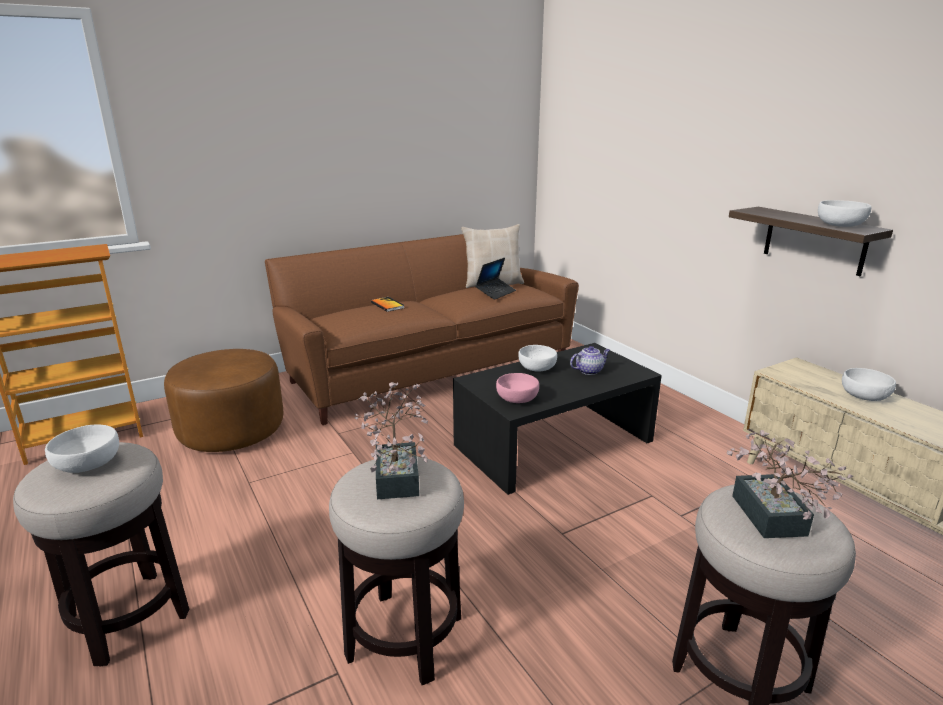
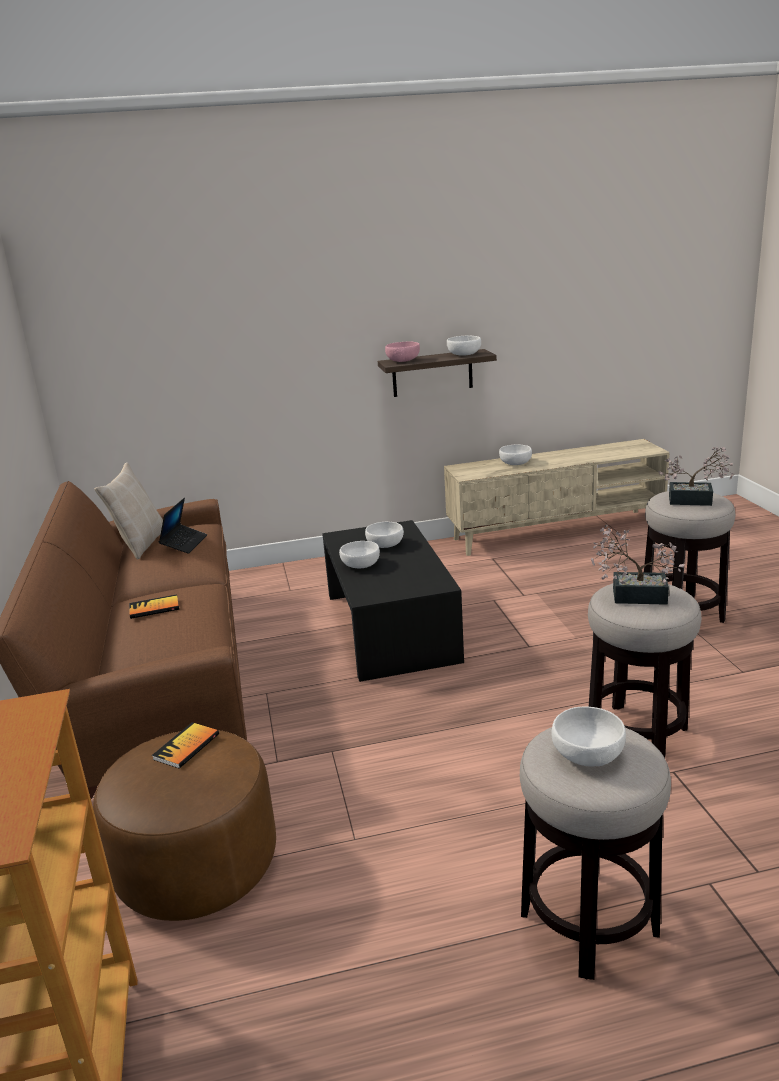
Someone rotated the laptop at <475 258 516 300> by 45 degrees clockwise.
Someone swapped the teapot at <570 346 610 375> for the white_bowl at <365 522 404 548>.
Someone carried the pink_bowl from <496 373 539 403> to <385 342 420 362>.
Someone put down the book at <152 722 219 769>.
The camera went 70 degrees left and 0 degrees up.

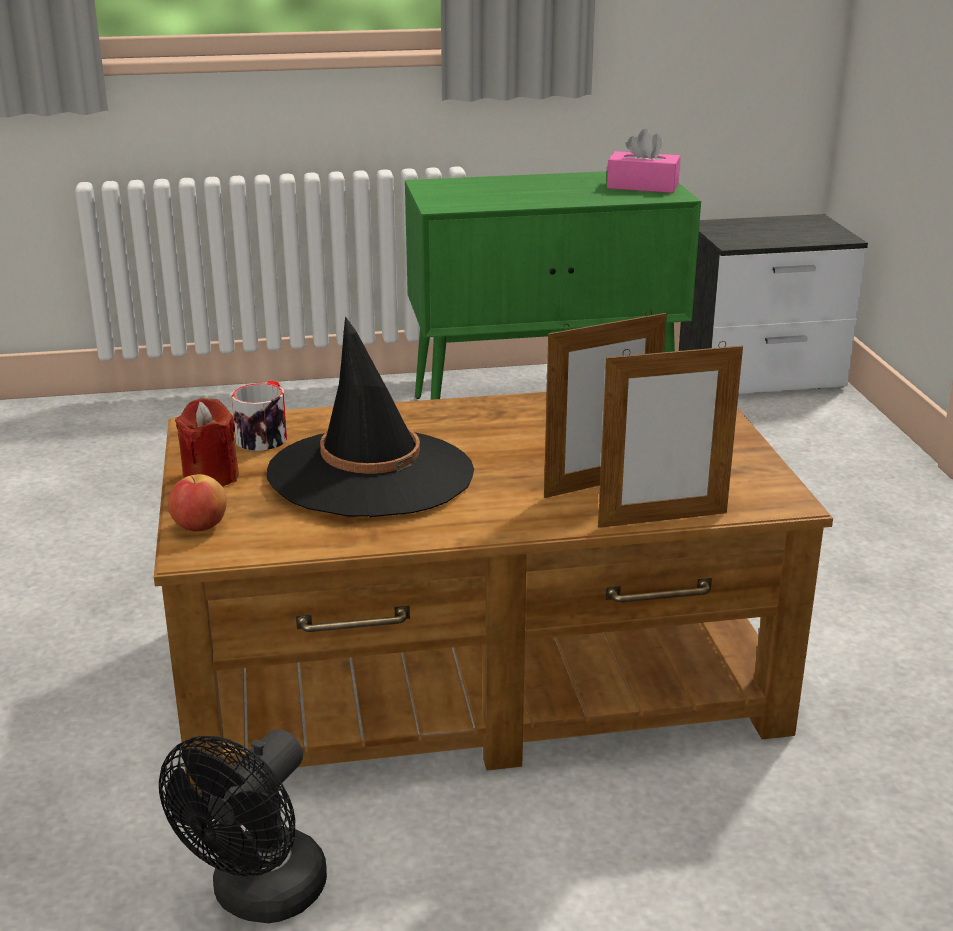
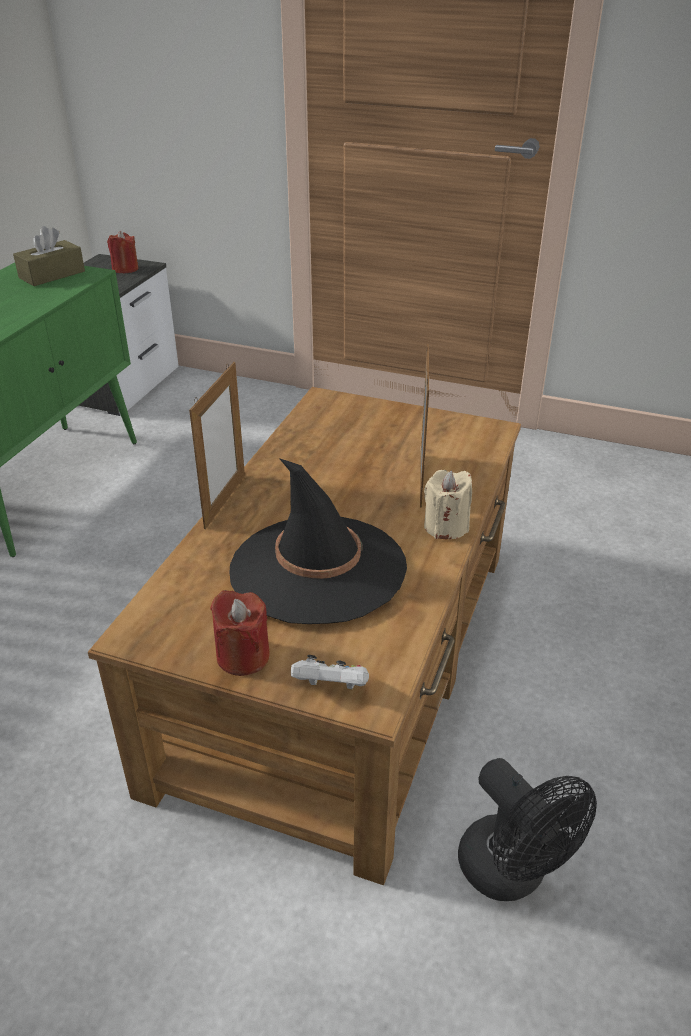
Someone repainted the pink_tissue_box at <607 129 681 193>, which became the brown_tissue_box at <13 226 85 286>.
Someone carried the picture_frame from <598 341 743 528> to <189 362 245 529>.
Someone took away the mug at <231 381 287 451>.
Someone swapped the apple at <168 474 227 531> for the white_game_controller at <291 655 369 689>.
Someone put down the red_candle at <107 231 138 273>.
Someone put down the beige_candle at <424 470 472 539>.
The camera went 60 degrees left and 10 degrees up.

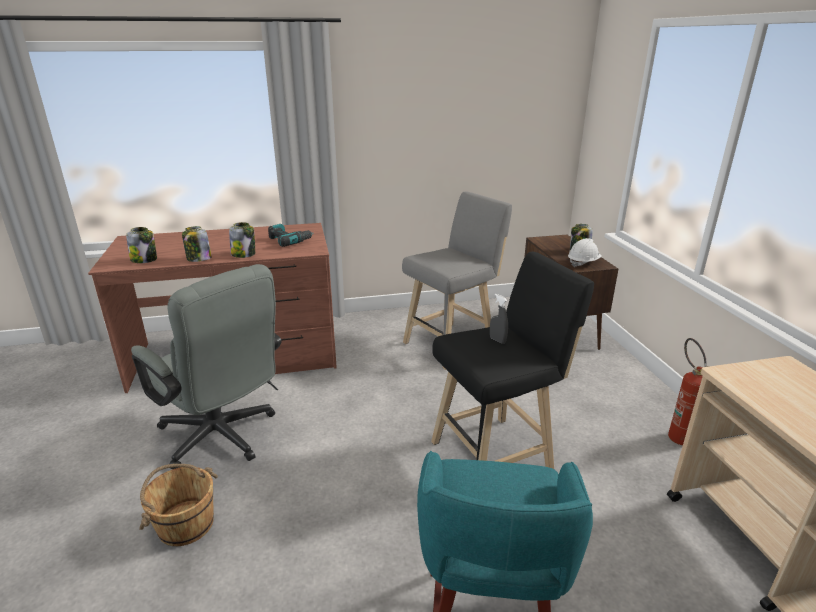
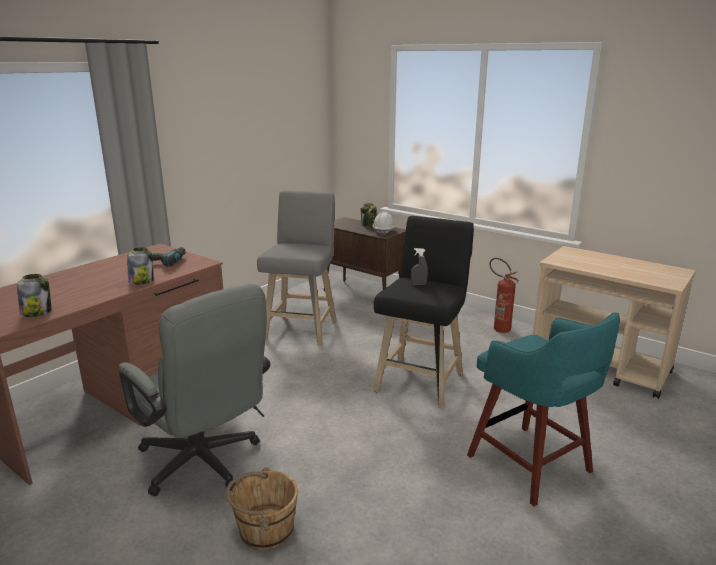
Someone took away the jar at <182 226 212 262>.
Someone rotated the grey_office_chair at <131 264 282 470> by 45 degrees clockwise.
The camera went 40 degrees left and 5 degrees down.

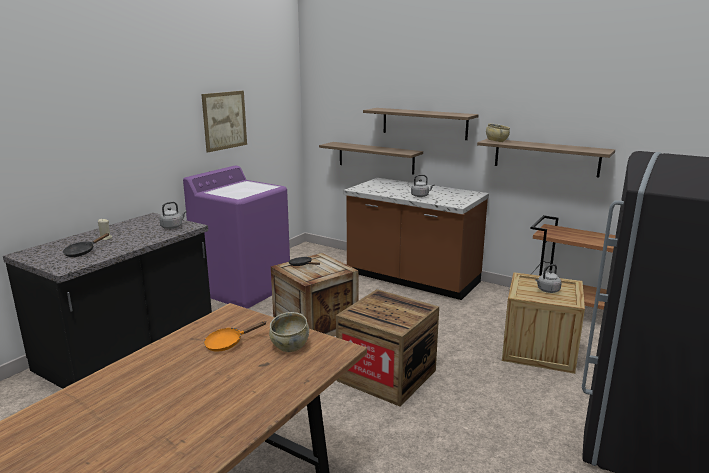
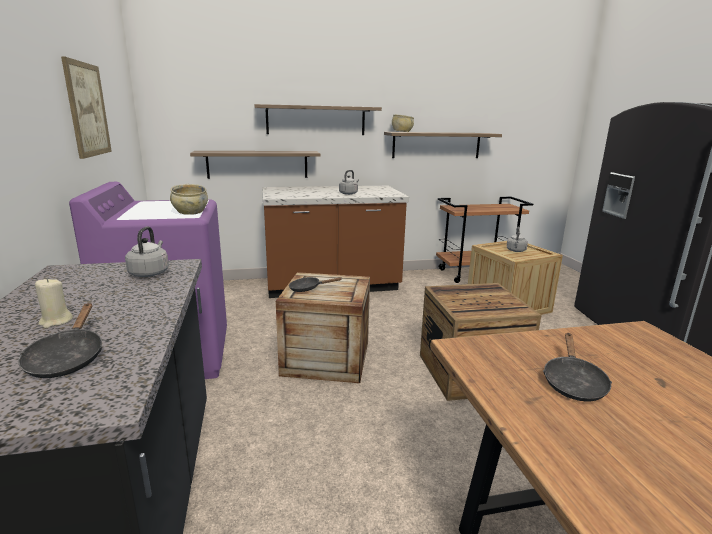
Someone carried the beige_bowl from <269 312 309 352> to <170 184 208 215>.
Someone repainted the orange_frying_pan at <204 321 266 351>, which became the black_frying_pan at <543 333 612 401>.
The camera went 45 degrees left and 0 degrees up.

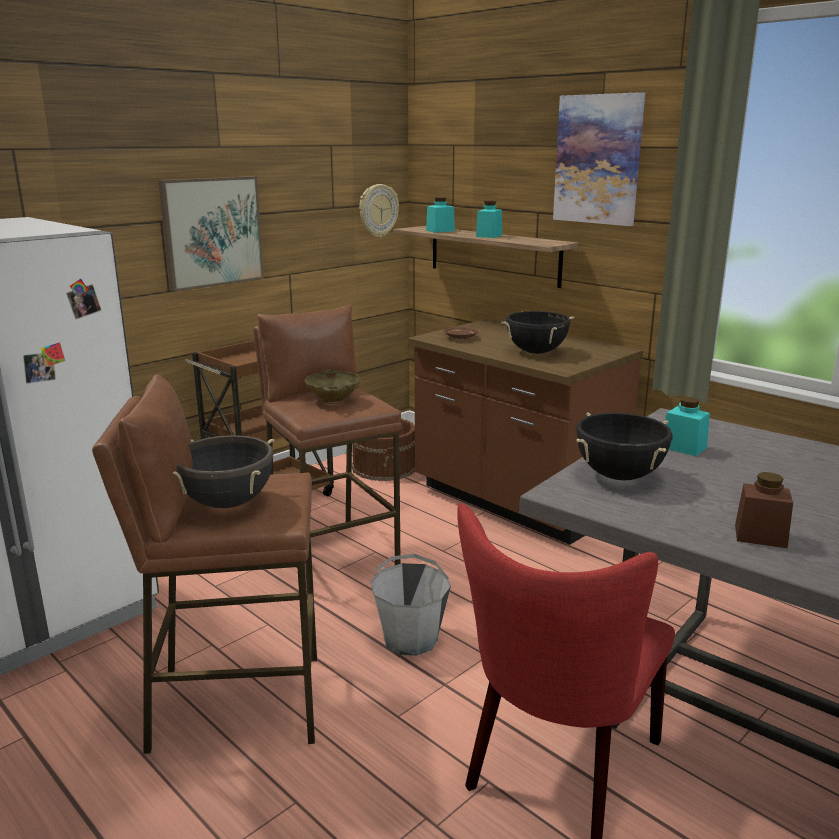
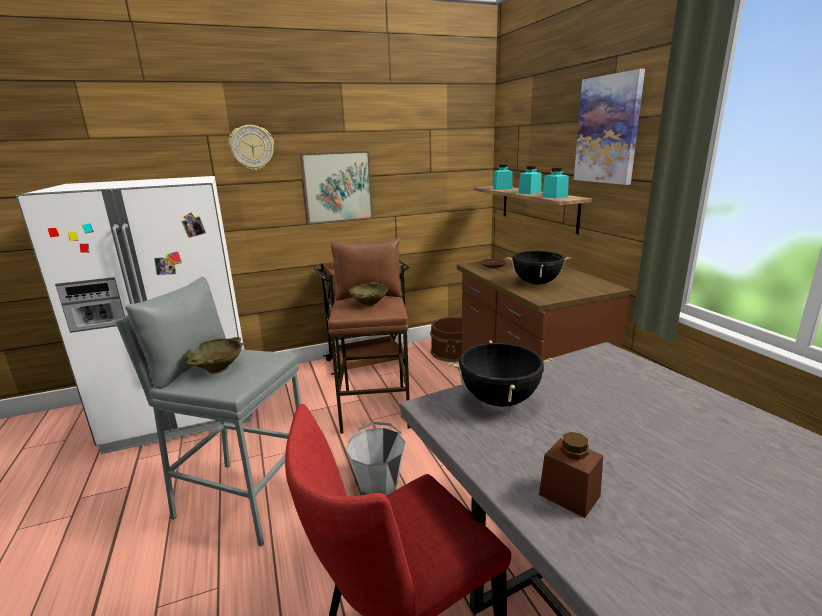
Someone carried the wall_clock from <359 184 399 238> to <229 125 274 170>.
Someone repainted the brown_stool at <92 374 317 754>, which became the grey_stool at <116 277 301 546>.
Someone carried the turquoise_jar from <665 397 710 456> to <542 168 569 198>.
Someone swapped the black_cooking_pot at <173 435 274 508> for the beige_bowl at <184 337 243 373>.
The camera went 25 degrees right and 0 degrees up.

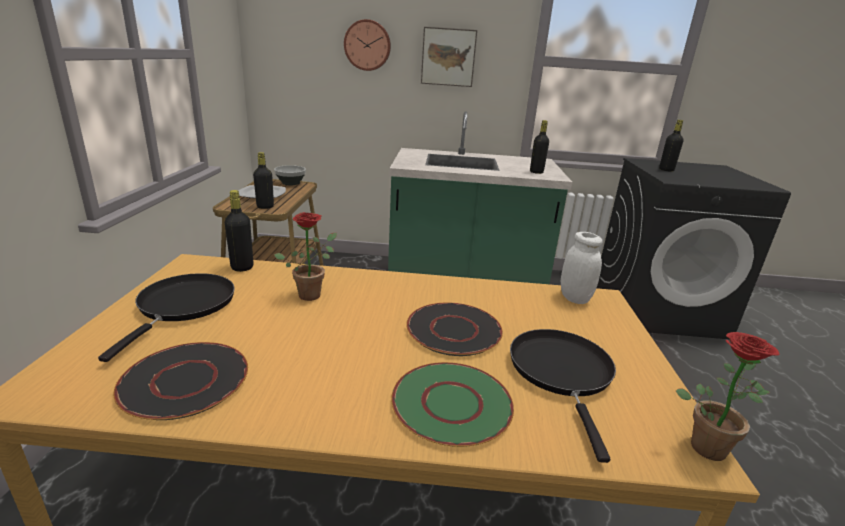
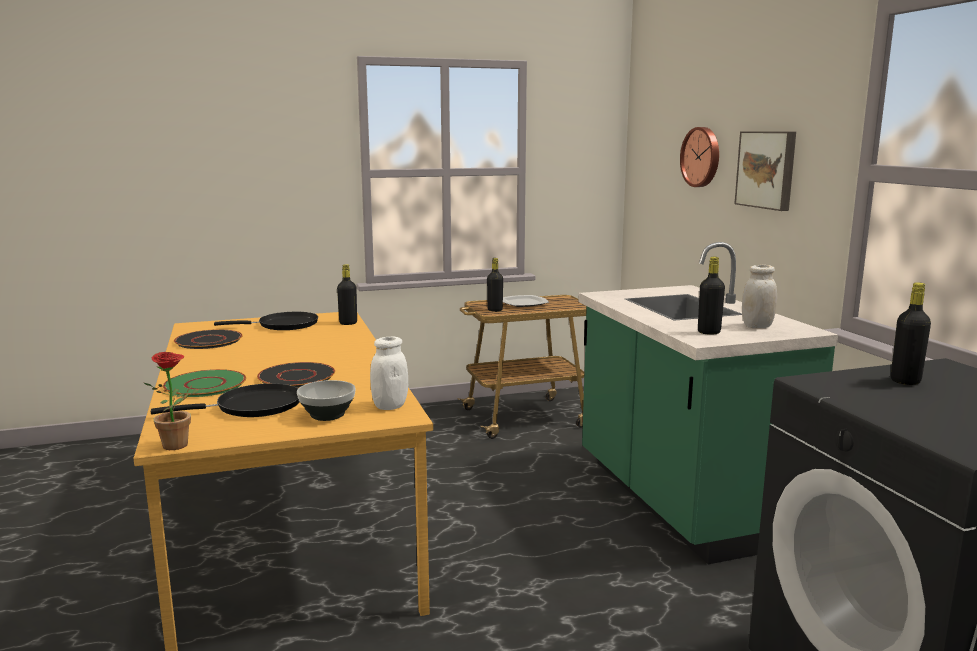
Someone carried the bowl from <274 165 306 185> to <297 380 355 421>.
Someone took away the potted_plant at <274 212 337 301>.
Someone put down the white_jar at <742 265 777 328>.
The camera went 70 degrees right and 10 degrees down.

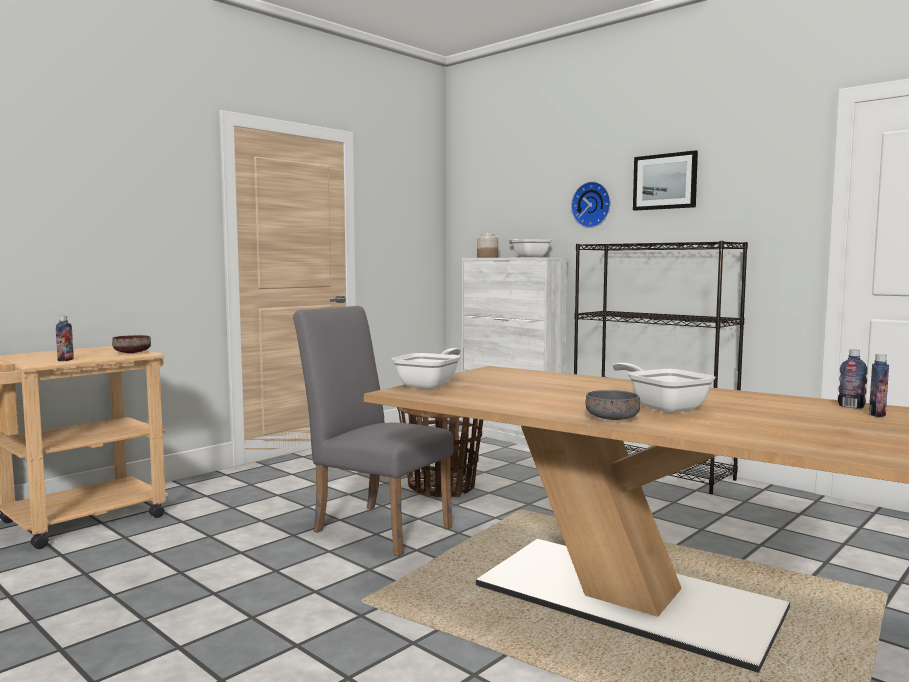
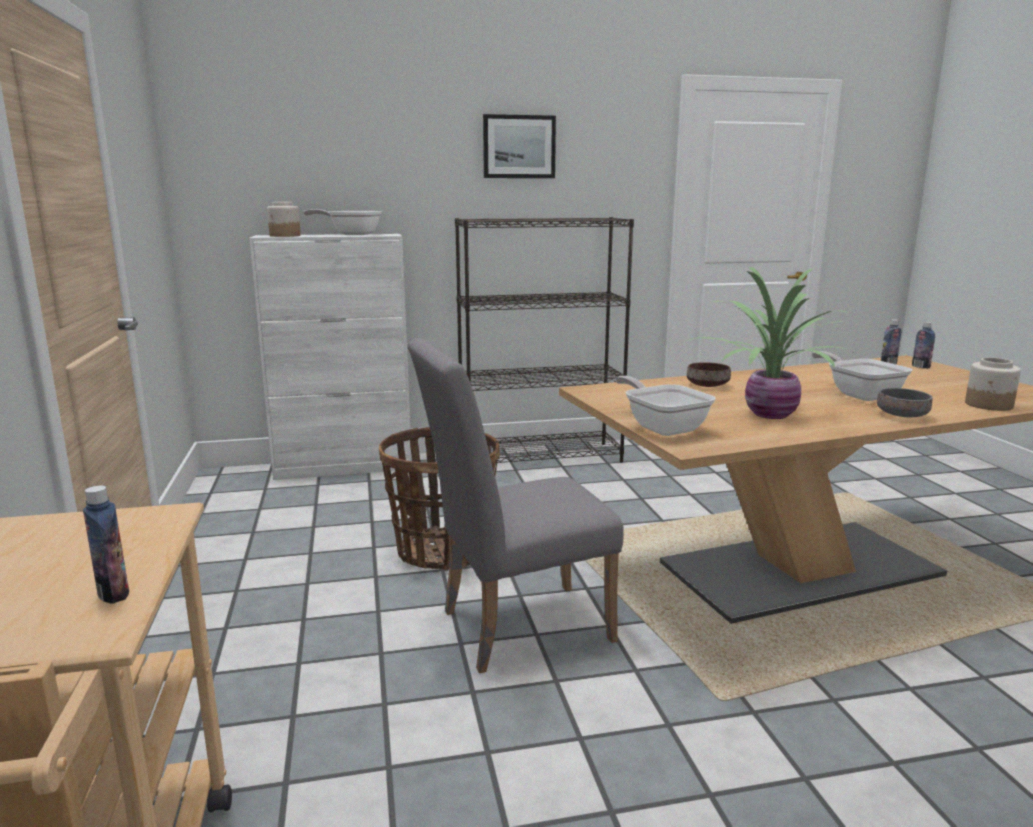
Someone took away the wall_clock at <571 181 611 228>.
Someone carried the brown_bowl from <112 335 151 353> to <687 362 731 387>.
Someone rotated the frying_pan at <613 363 716 413> by 60 degrees clockwise.
Someone put down the potted_plant at <684 266 856 419>.
Someone put down the jar at <965 358 1021 411>.
The camera went 55 degrees left and 10 degrees up.

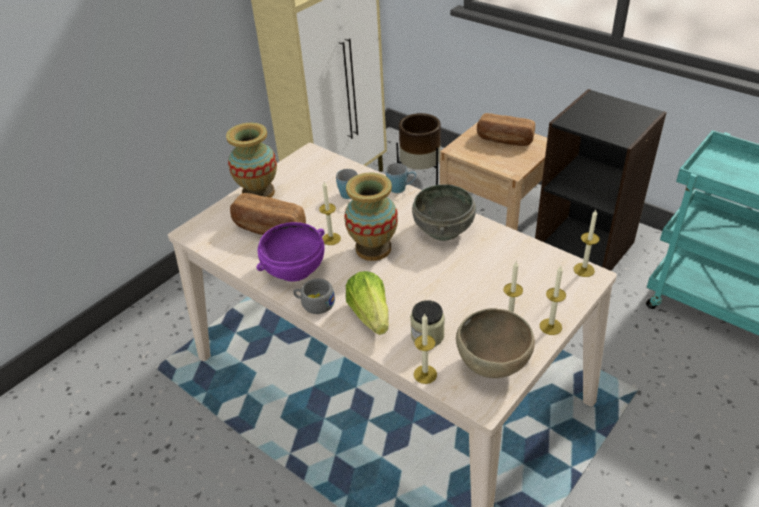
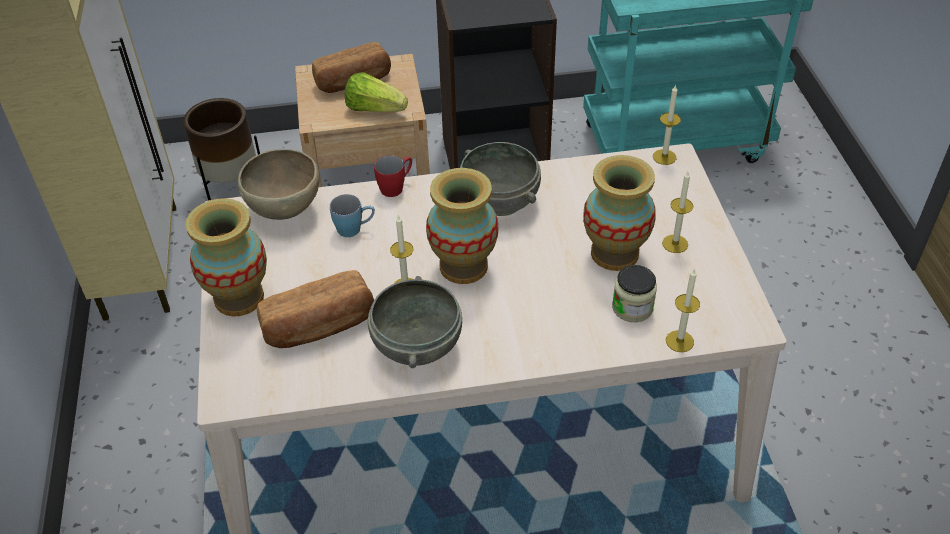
Someone repainted the blue_mug at <386 163 416 193>, which became the red_mug at <374 155 412 197>.
Someone repainted the purple_bowl at <257 222 325 282>, which became the grey_bowl at <368 276 462 368>.
Someone took away the candle at <540 266 566 335>.
Someone carried the lettuce from <346 271 389 335> to <345 72 408 112>.
Someone took away the grey_cup at <293 278 335 314>.
Someone carried the brown_bowl from <456 308 535 378> to <237 149 320 220>.
Someone put down the vase at <583 155 656 271>.
The camera went 50 degrees left and 5 degrees up.

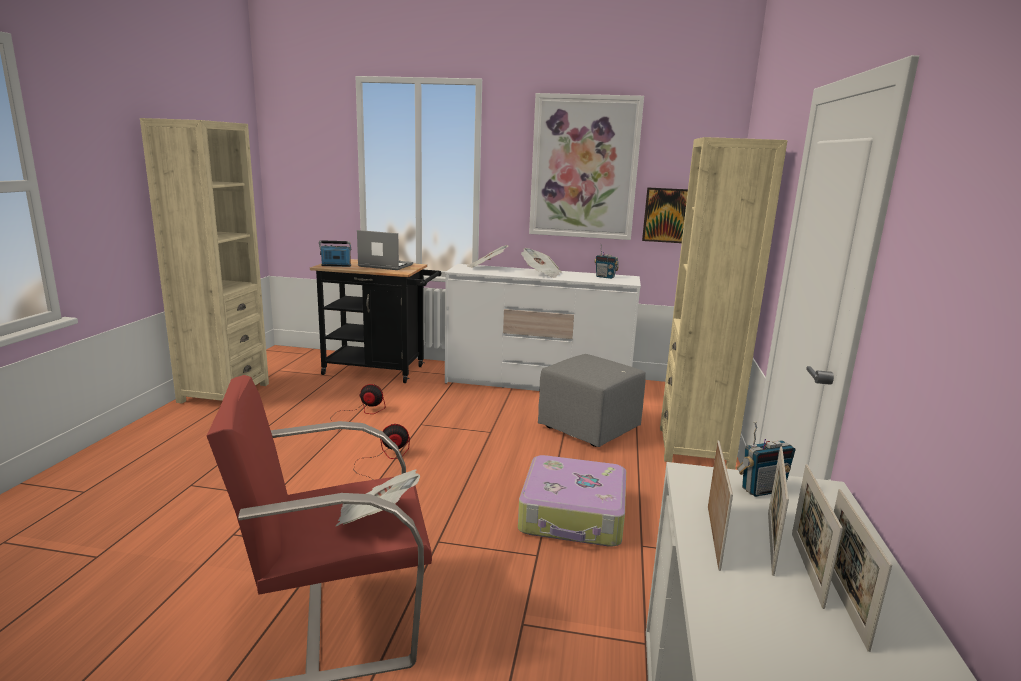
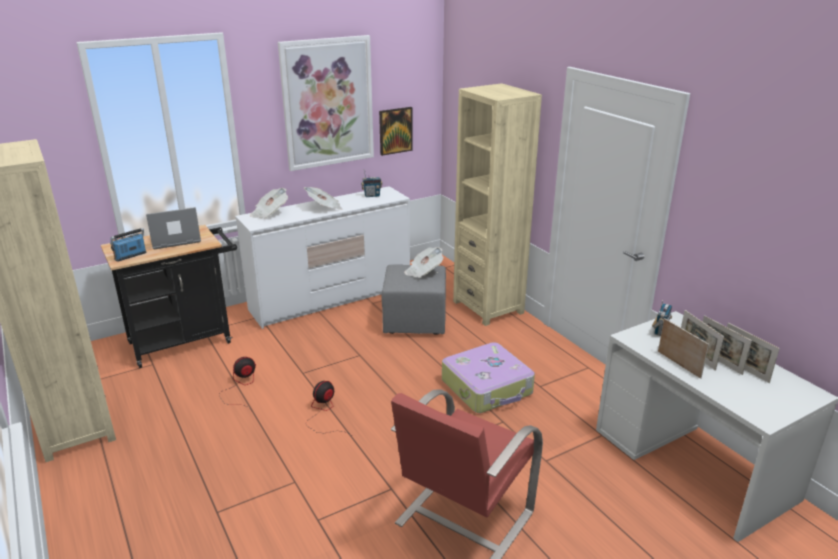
Someone carried the newspaper from <335 469 420 527> to <404 247 443 278>.
The camera went 40 degrees left and 10 degrees up.

